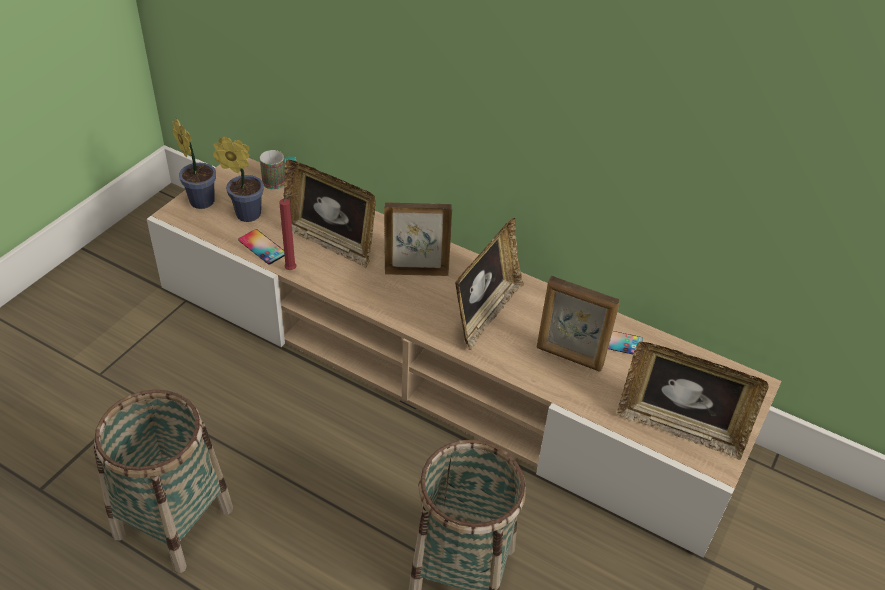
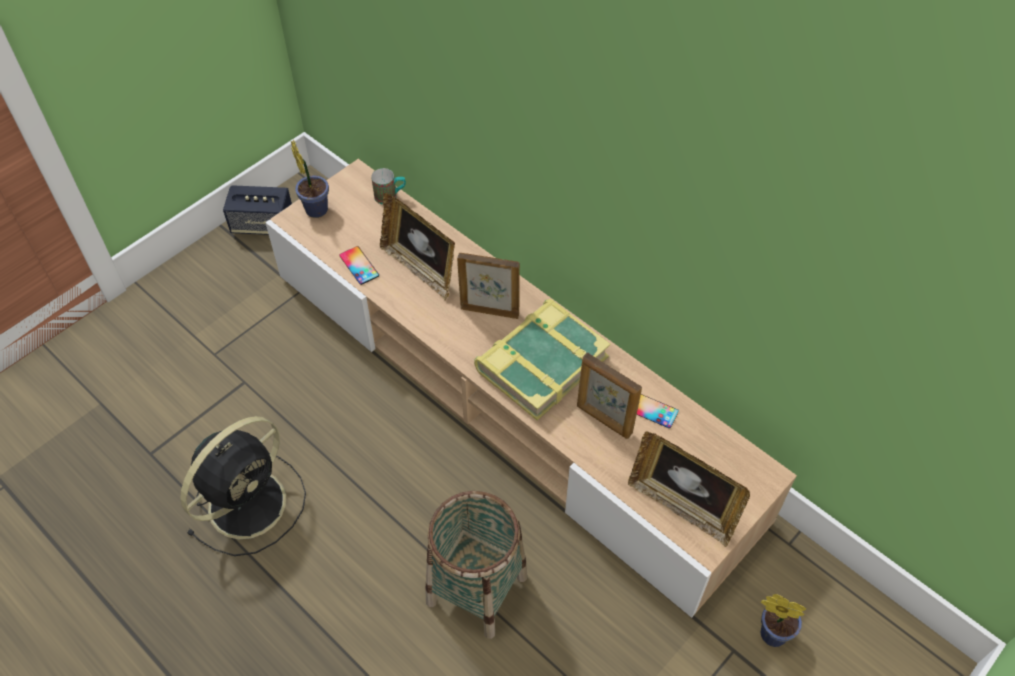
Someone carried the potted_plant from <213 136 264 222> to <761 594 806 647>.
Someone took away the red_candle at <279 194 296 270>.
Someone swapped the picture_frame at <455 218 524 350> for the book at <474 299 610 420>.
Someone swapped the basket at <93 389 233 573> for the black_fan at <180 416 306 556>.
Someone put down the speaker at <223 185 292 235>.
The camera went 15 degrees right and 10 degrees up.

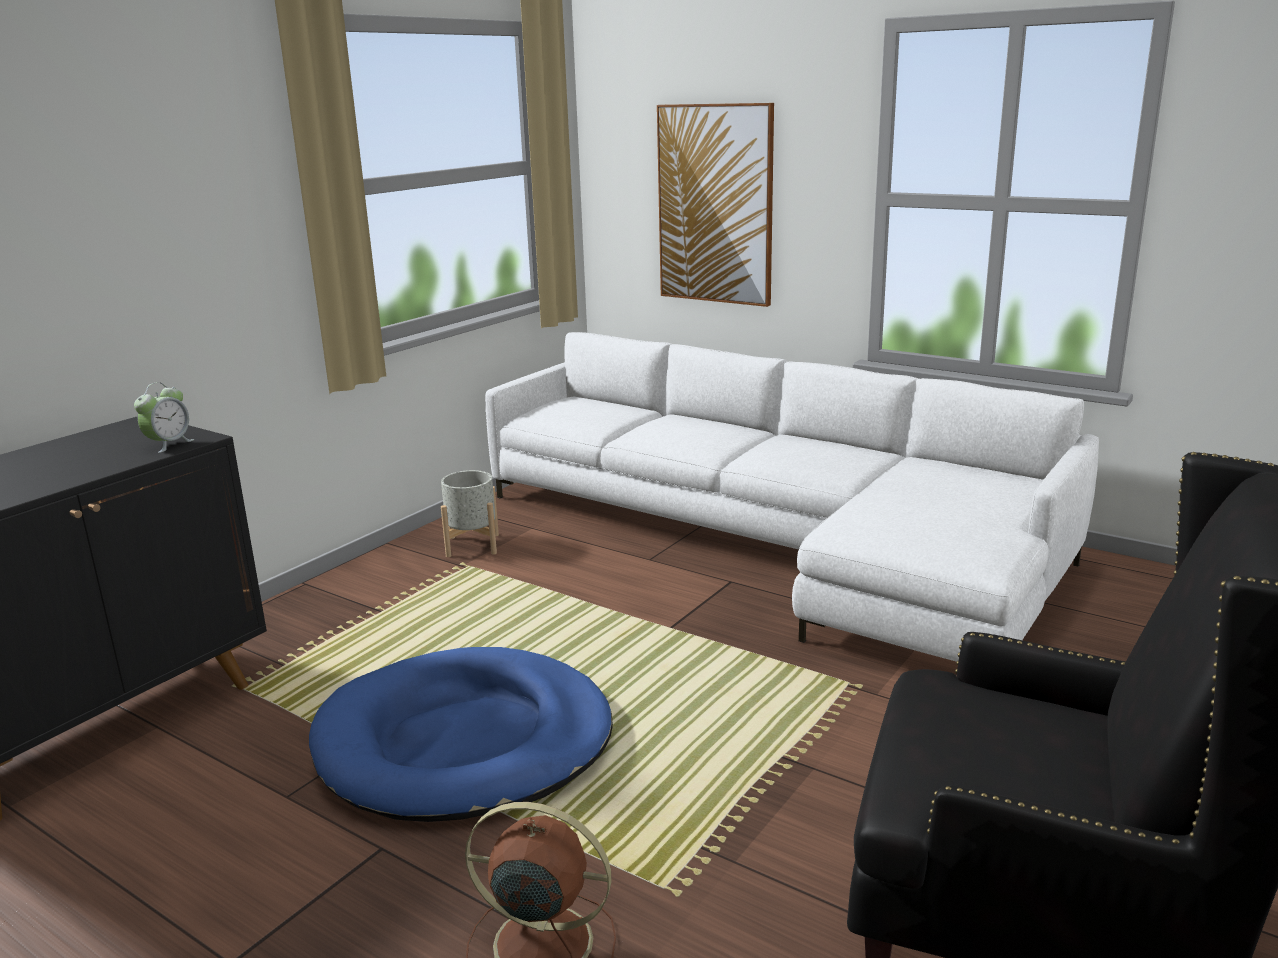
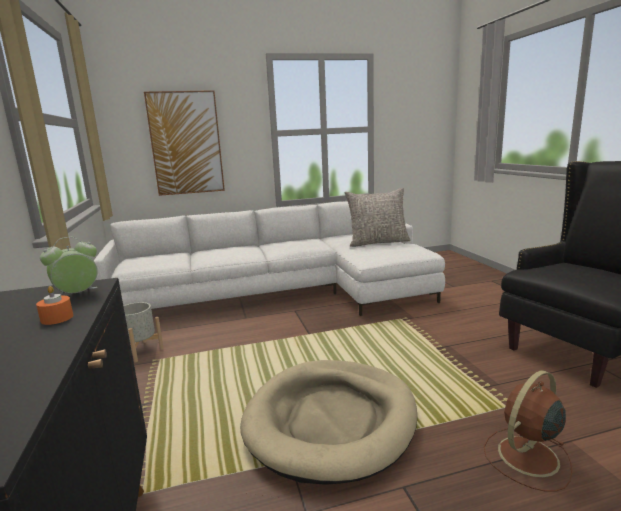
Someone rotated the alarm_clock at <134 382 194 453> by 105 degrees counterclockwise.
Someone repainted the blue_dog_bed at <309 647 613 822>, which became the beige_dog_bed at <240 360 417 485>.
Someone put down the grey_pillow at <345 188 411 247>.
Someone put down the orange_candle at <36 286 73 325>.
The camera went 50 degrees left and 5 degrees down.

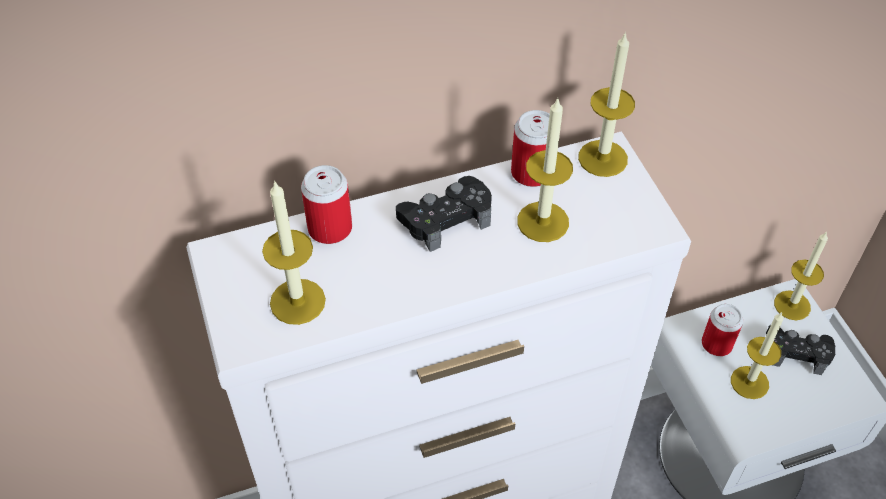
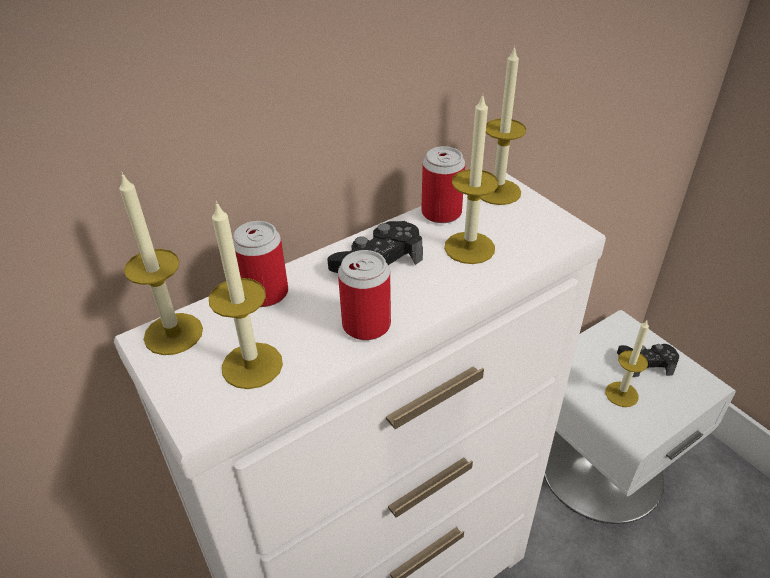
Someone carried the candle from <774 231 828 320> to <119 172 203 355>.
Someone carried the can from <702 304 743 356> to <338 250 391 340>.
The camera went 15 degrees left and 10 degrees down.

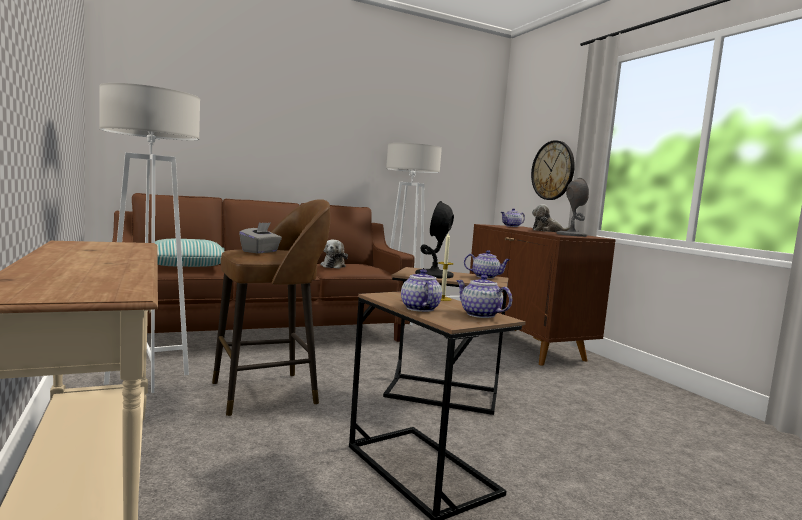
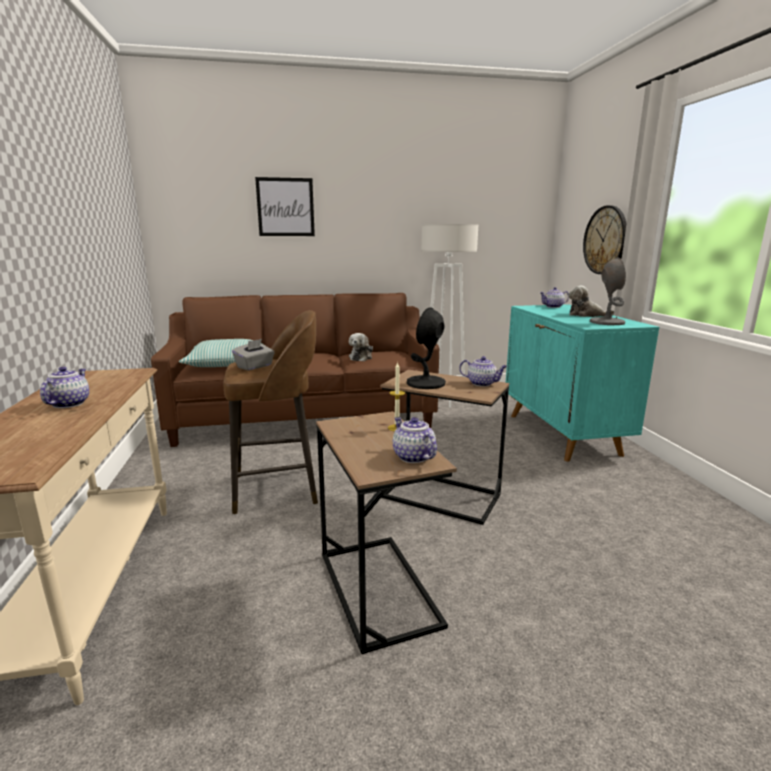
Someone took away the white_floor_lamp at <100 83 200 393>.
Someone repainted the brown_cabinet at <470 224 616 366>, which became the turquoise_cabinet at <506 304 659 462>.
Someone carried the teapot from <401 269 442 312> to <40 367 89 408>.
Someone put up the picture at <255 177 315 236>.
The camera went 15 degrees right and 10 degrees up.

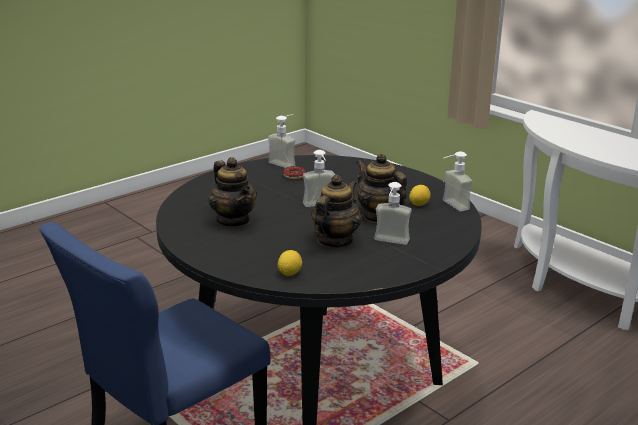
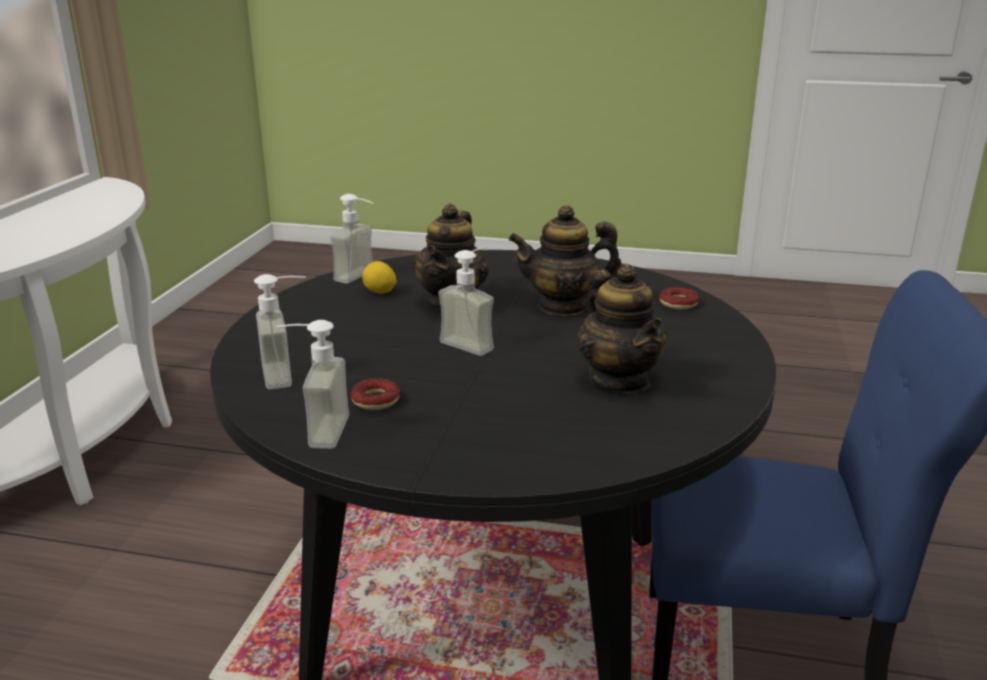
Someone rotated the teapot at <208 157 257 227> by 135 degrees clockwise.
Someone carried the soap_dispenser from <374 182 412 245> to <254 274 306 389>.
Someone swapped the lemon at <278 250 302 276> for the donut at <659 287 699 309>.
The camera went 125 degrees left and 0 degrees up.

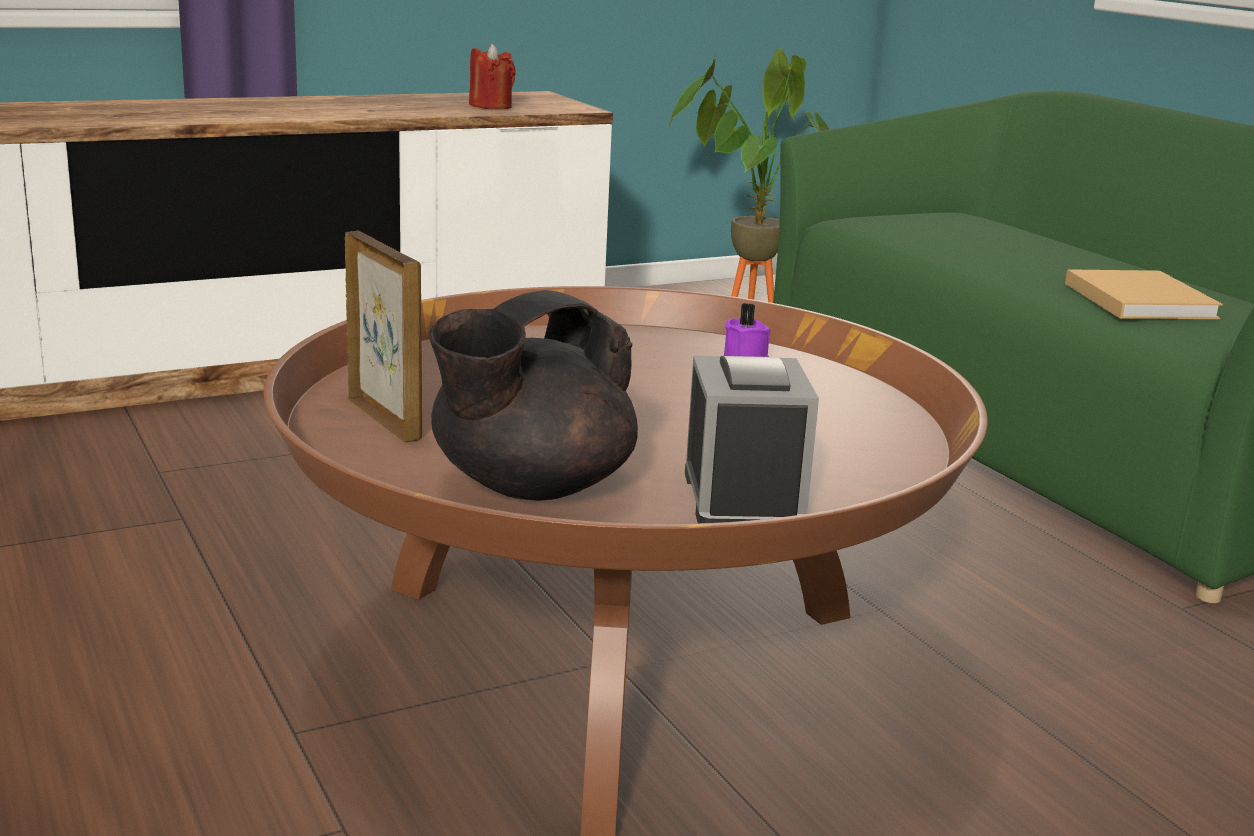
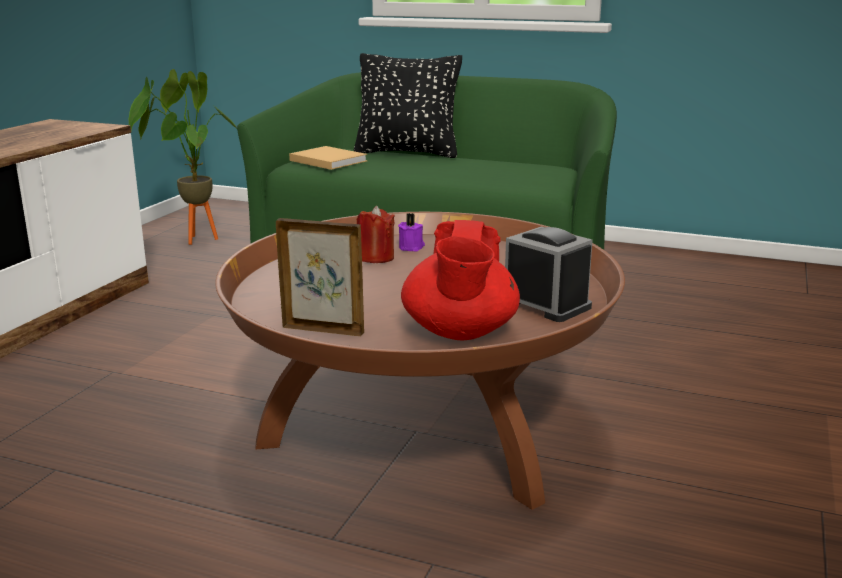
Someone carried the red_candle from <469 44 516 110> to <357 206 395 263>.
Someone carried the beige_book from <1065 269 1223 319> to <289 146 367 170>.
Someone repainted the black_teapot at <429 290 638 501>, which became the red_teapot at <401 220 520 340>.
Someone put down the black_pillow at <354 53 462 158>.
The camera went 40 degrees left and 0 degrees up.

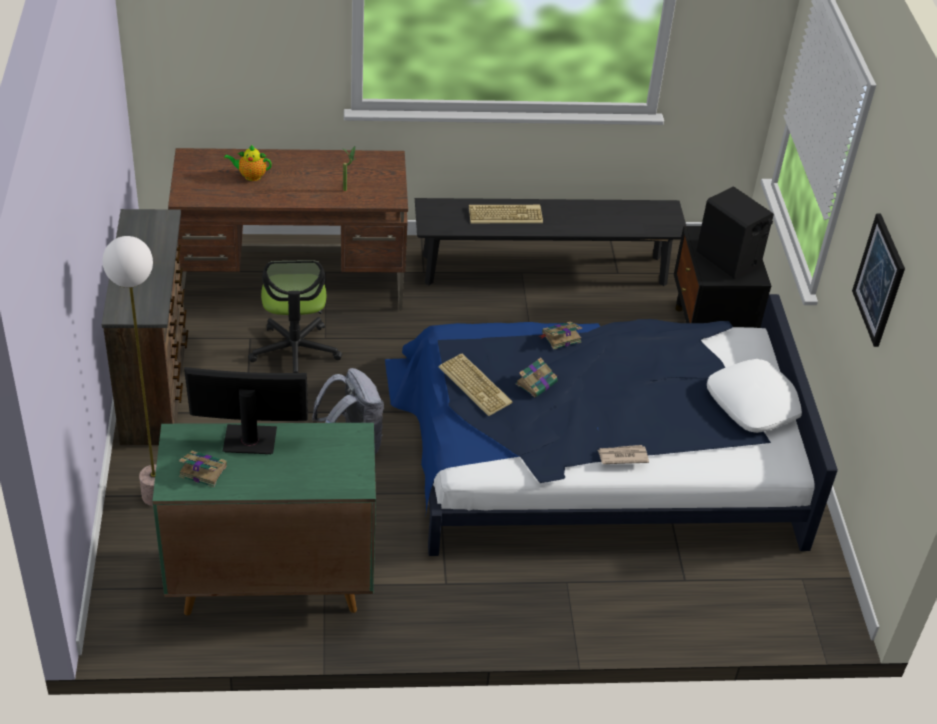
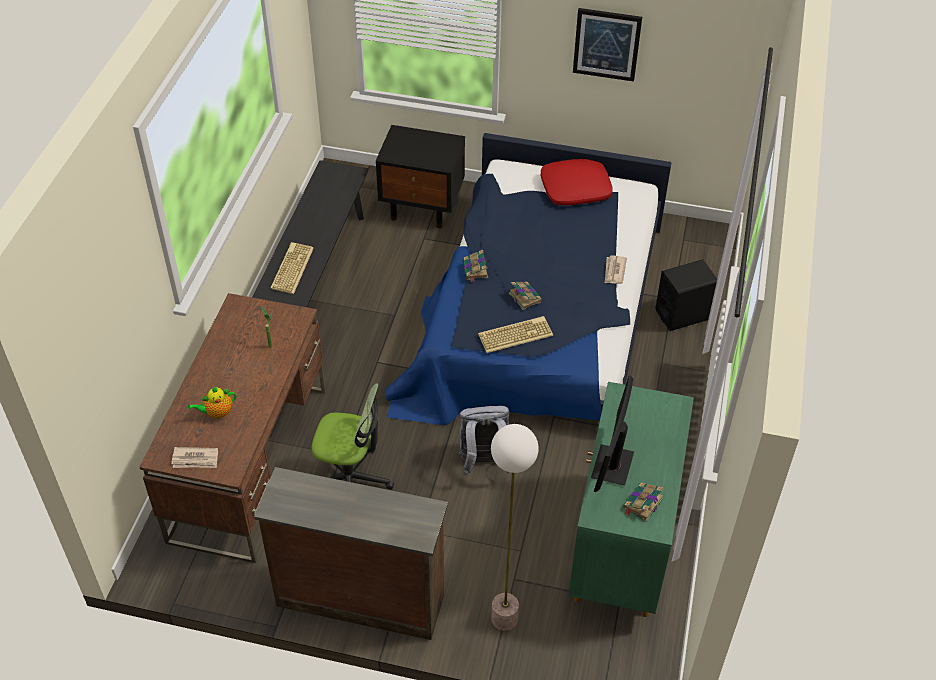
Someone rotated the teapot at <224 145 272 181> by 45 degrees clockwise.
Someone carried the black_speaker from <696 187 774 279> to <655 259 717 331>.
Someone repainted the white_pillow at <707 359 802 433>, which became the red_pillow at <541 159 613 205>.
Someone put down the newspaper at <171 447 218 468>.
The camera went 70 degrees left and 5 degrees up.

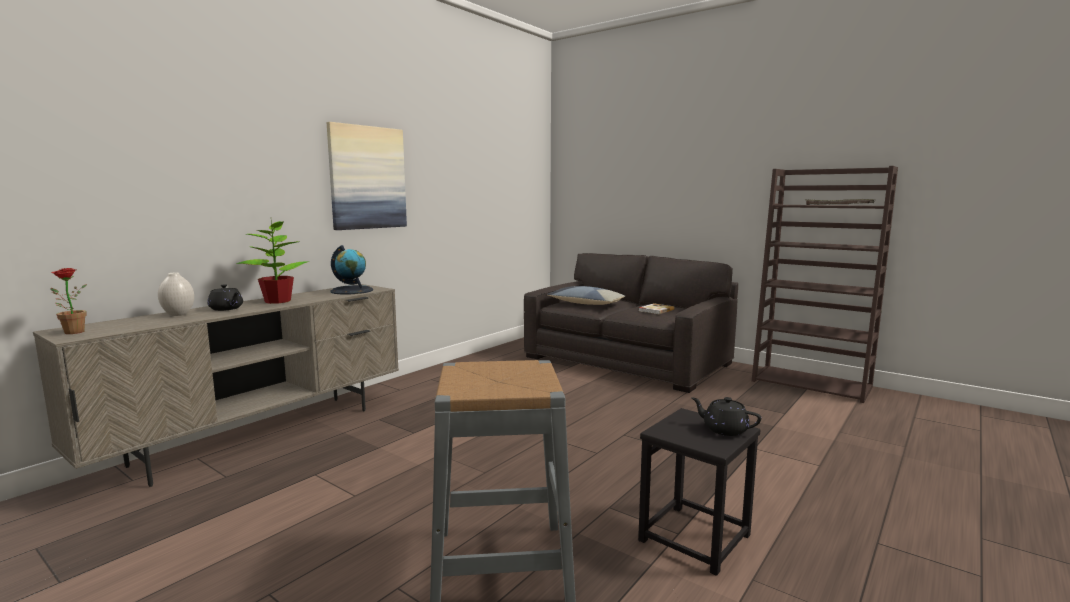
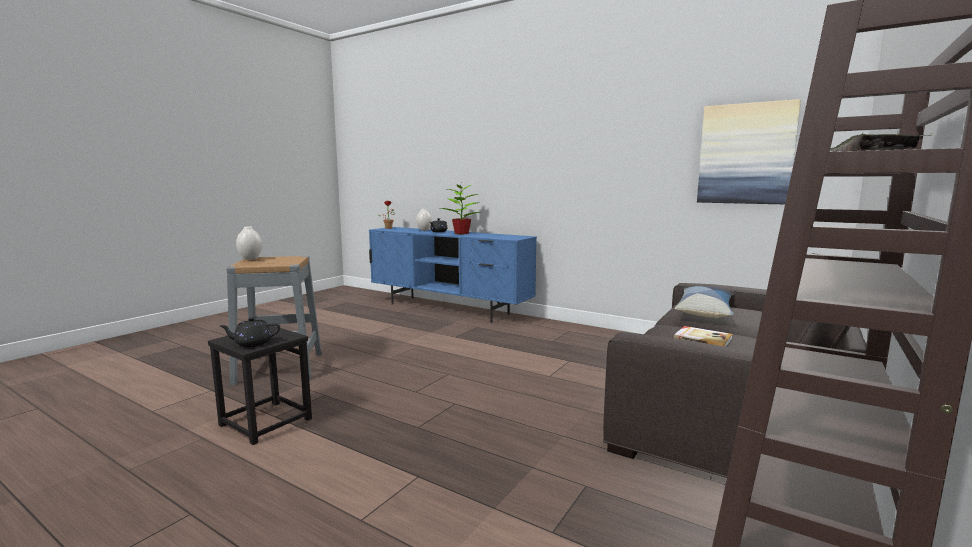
Someone carried the picture from <327 122 407 230> to <697 99 801 204>.
Someone took away the globe at <330 245 373 294>.
Someone repainted the beige_tv_stand at <33 284 399 487>, which became the blue_tv_stand at <369 227 537 323>.
Someone rotated the black_teapot at <691 397 761 436> by 135 degrees counterclockwise.
Someone put down the white_vase at <236 226 262 260>.
The camera went 85 degrees right and 0 degrees up.

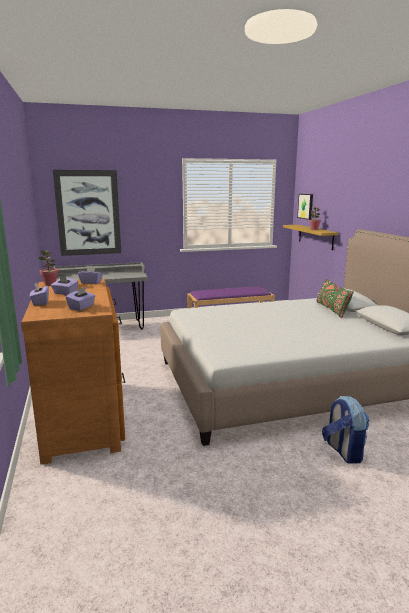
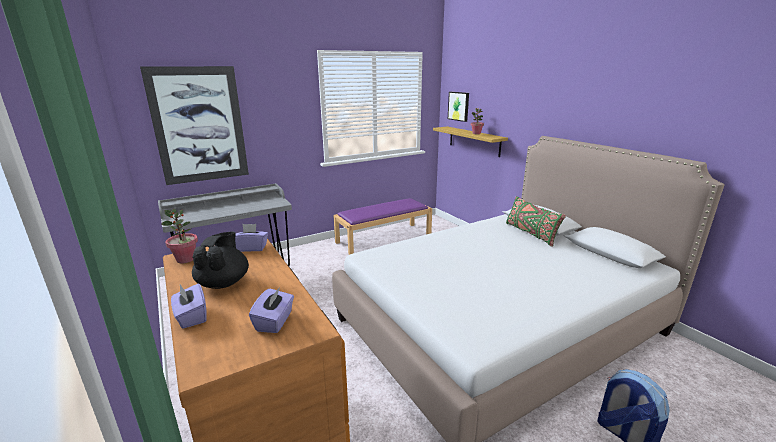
Someone swapped the purple_tissue_box at <51 276 78 295> for the black_teapot at <192 232 249 289>.
The camera went 15 degrees left and 5 degrees up.

